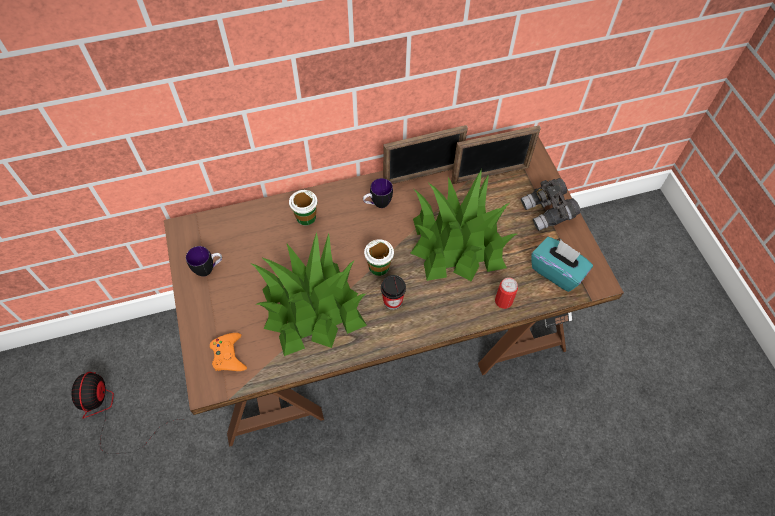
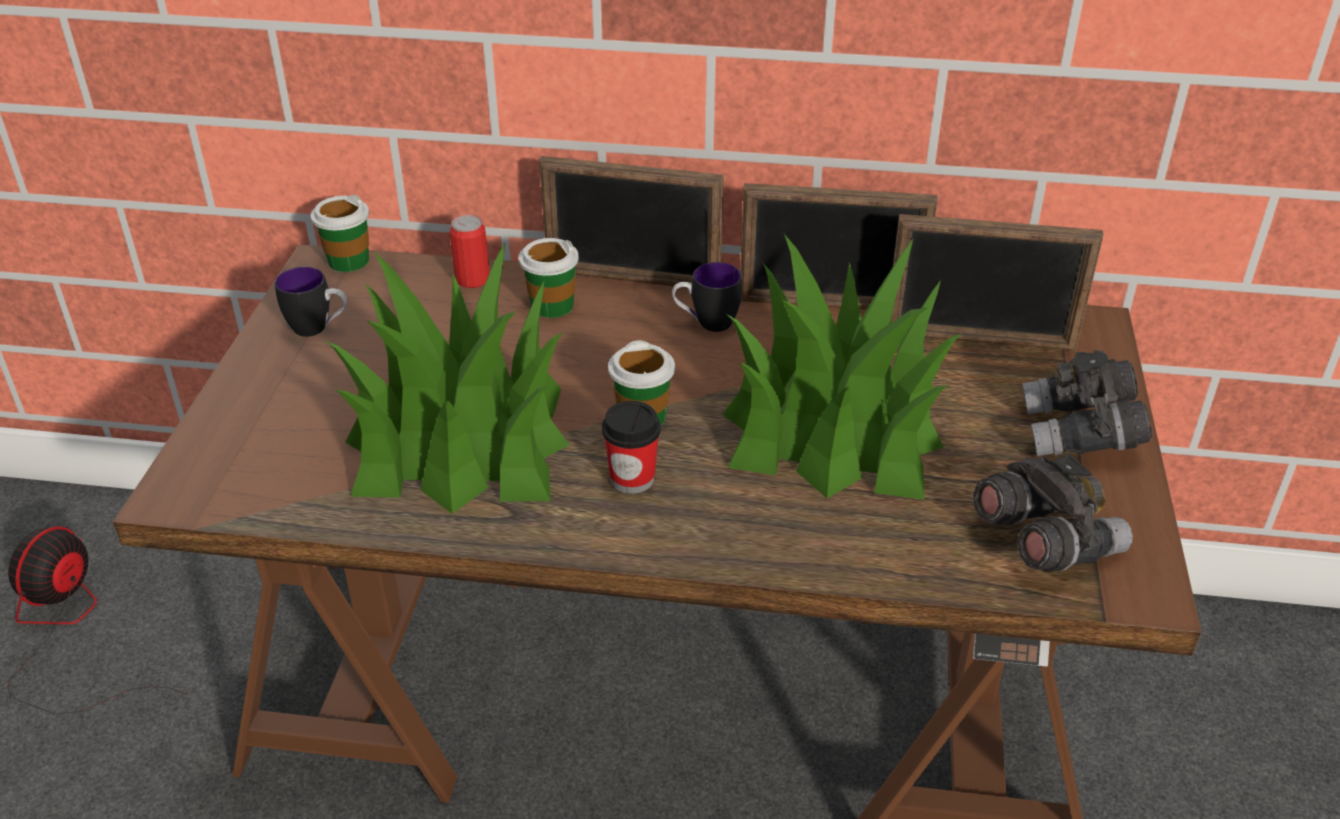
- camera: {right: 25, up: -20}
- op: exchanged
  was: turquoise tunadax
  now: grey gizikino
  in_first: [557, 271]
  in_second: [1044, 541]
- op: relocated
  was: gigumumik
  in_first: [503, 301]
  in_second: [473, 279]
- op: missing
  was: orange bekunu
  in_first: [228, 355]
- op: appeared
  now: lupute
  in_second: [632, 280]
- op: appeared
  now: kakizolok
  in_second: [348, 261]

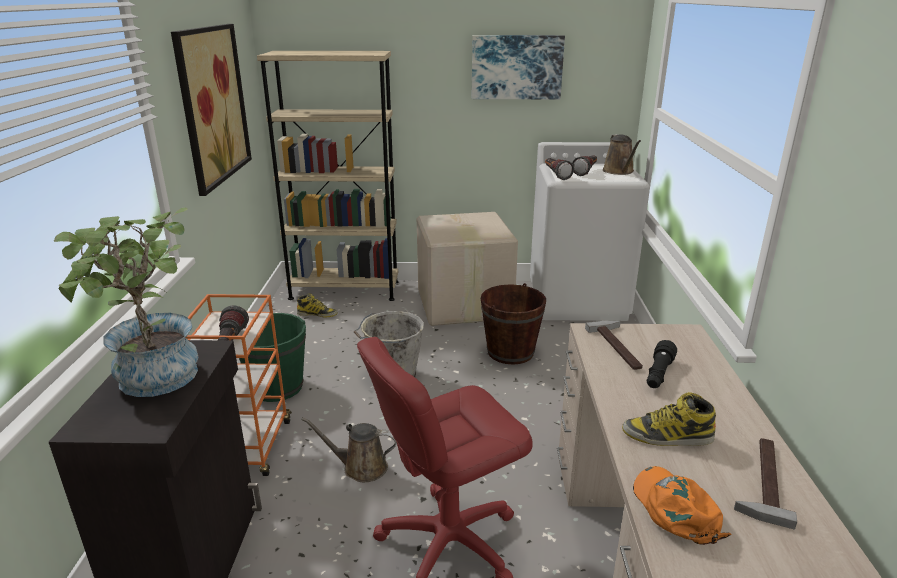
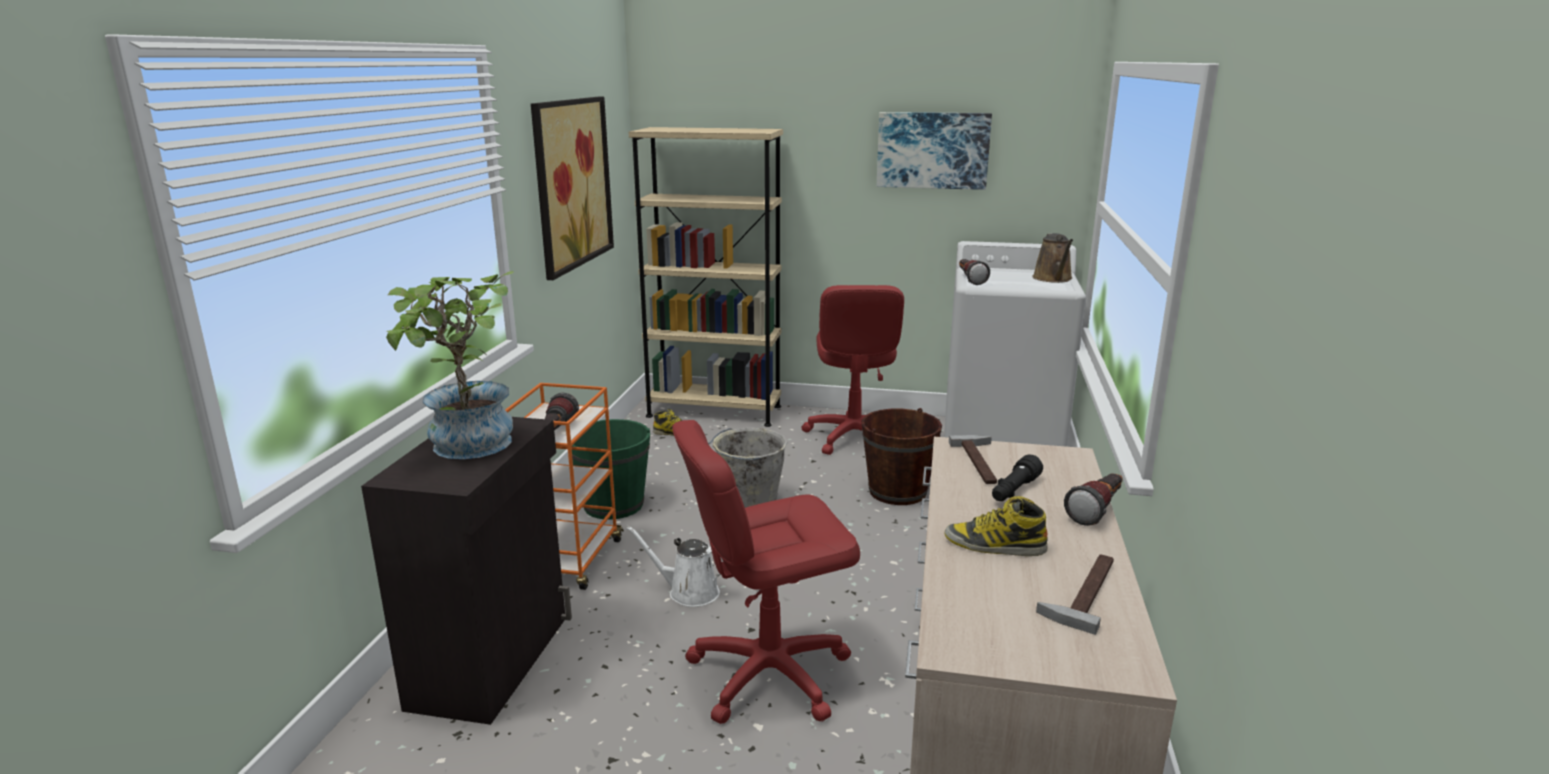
- camera: {right: 10, up: -5}
- op: relocated
  was: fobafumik
  in_first: [586, 172]
  in_second: [1097, 511]
- op: exchanged
  was: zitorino
  now: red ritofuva
  in_first: [462, 305]
  in_second: [853, 437]
- op: colour
  was: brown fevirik
  now: white fevirik
  in_first: [360, 467]
  in_second: [688, 592]
- op: missing
  was: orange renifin
  in_first: [675, 509]

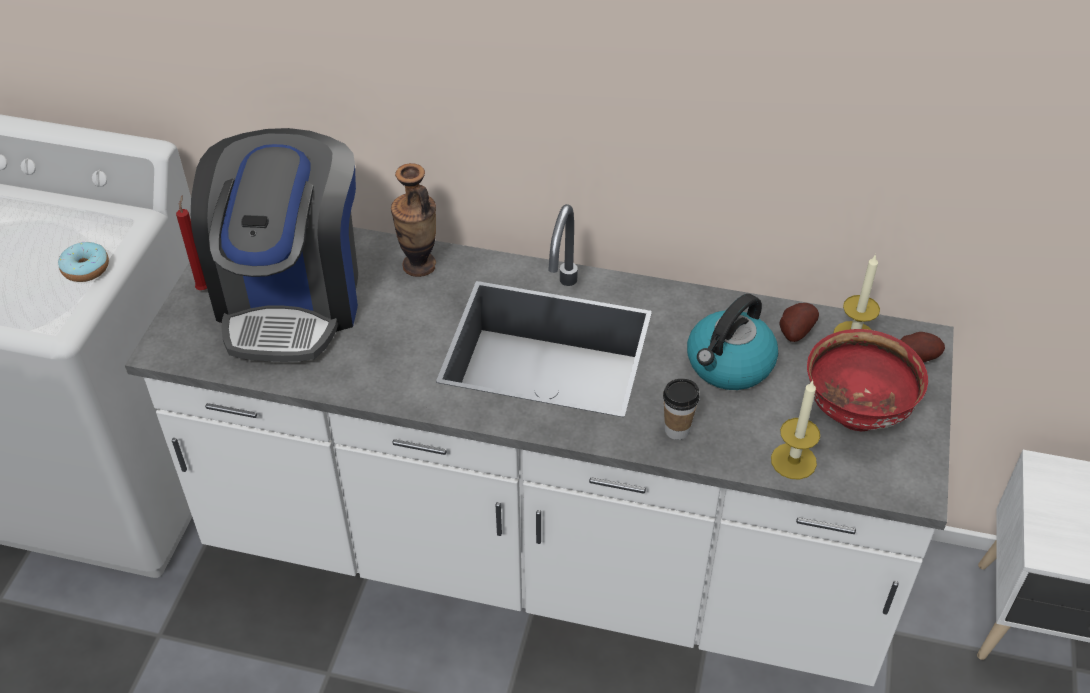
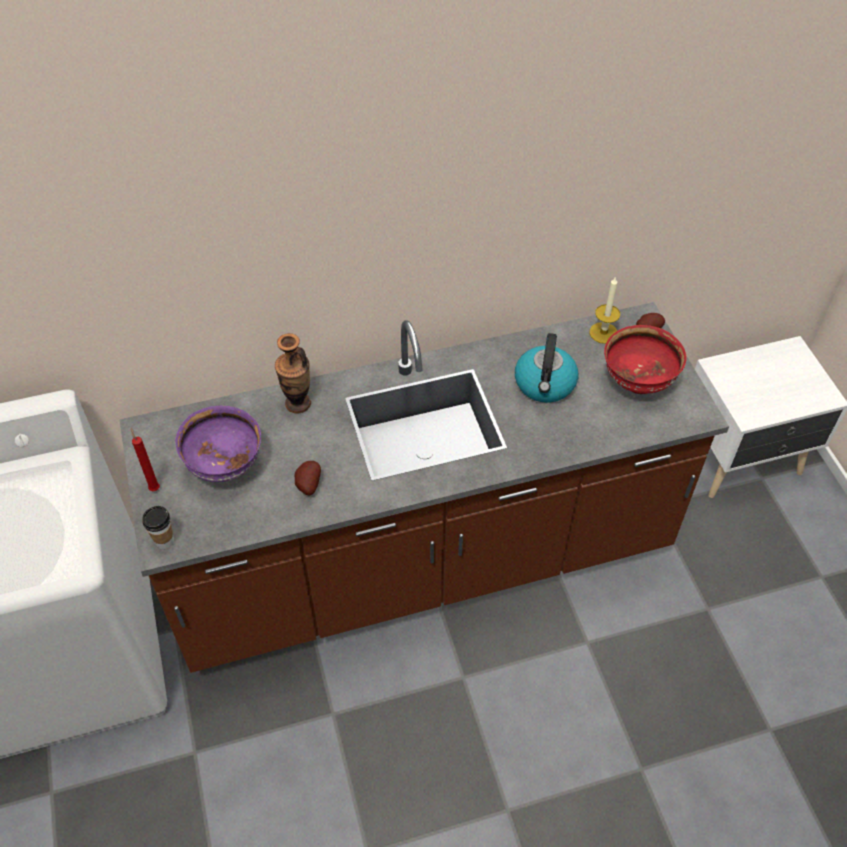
- camera: {right: -30, up: 5}
- op: exchanged
  was: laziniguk
  now: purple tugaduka
  in_first: [292, 297]
  in_second: [225, 466]
- op: colour
  was: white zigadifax
  now: brown zigadifax
  in_first: [545, 558]
  in_second: [423, 564]
- op: missing
  was: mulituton
  in_first: [86, 269]
- op: relocated
  was: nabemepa
  in_first: [794, 332]
  in_second: [307, 485]
- op: relocated
  was: kakizolok
  in_first: [677, 430]
  in_second: [164, 541]
- op: missing
  was: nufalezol
  in_first: [793, 461]

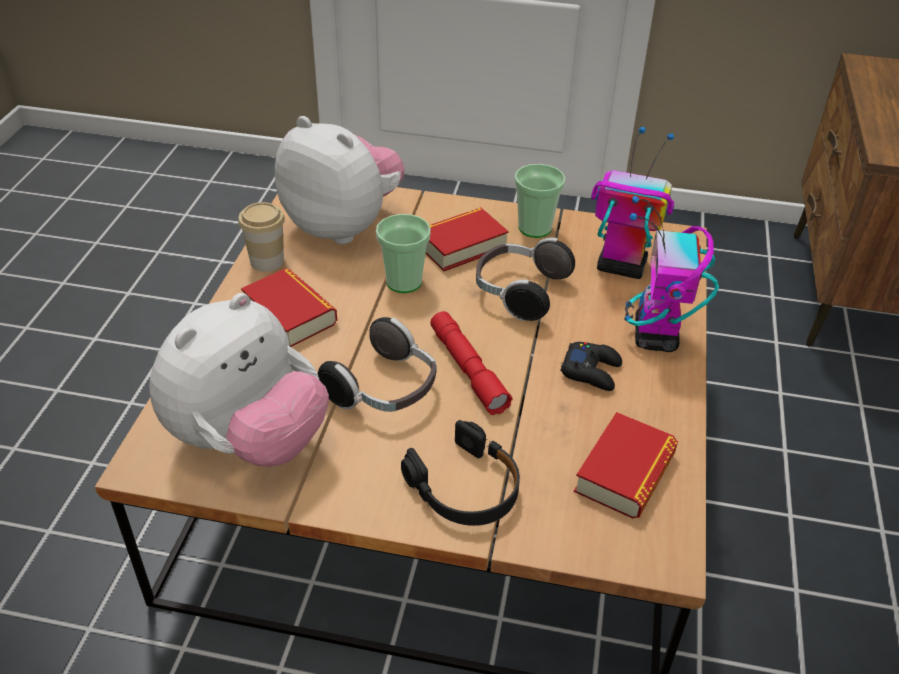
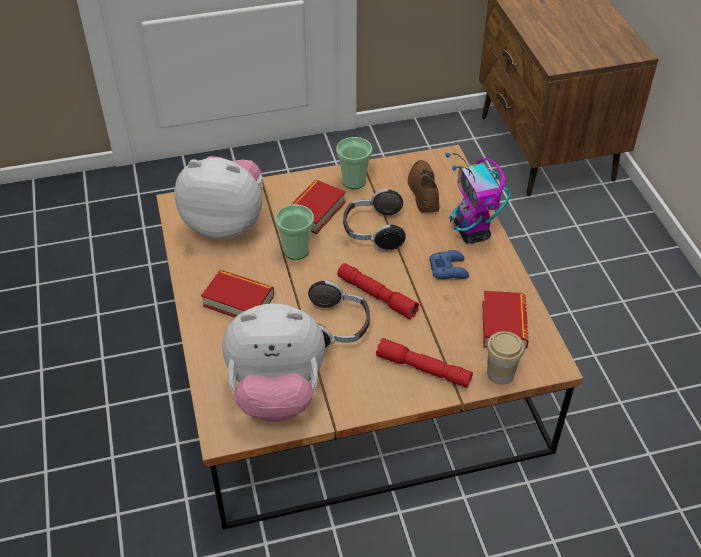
- camera: {right: -25, up: 5}
- op: exchanged
  was: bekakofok
  now: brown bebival
  in_first: [620, 267]
  in_second: [423, 191]
- op: relocated
  was: kakizolok
  in_first: [267, 261]
  in_second: [500, 373]
- op: spun
  was: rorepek
  in_first: [248, 440]
  in_second: [276, 393]
  clockwise: 75
- op: colour
  was: black bekunu
  now: blue bekunu
  in_first: [591, 371]
  in_second: [449, 269]
- op: exchanged
  was: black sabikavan
  now: red fobafumik
  in_first: [465, 487]
  in_second: [423, 369]

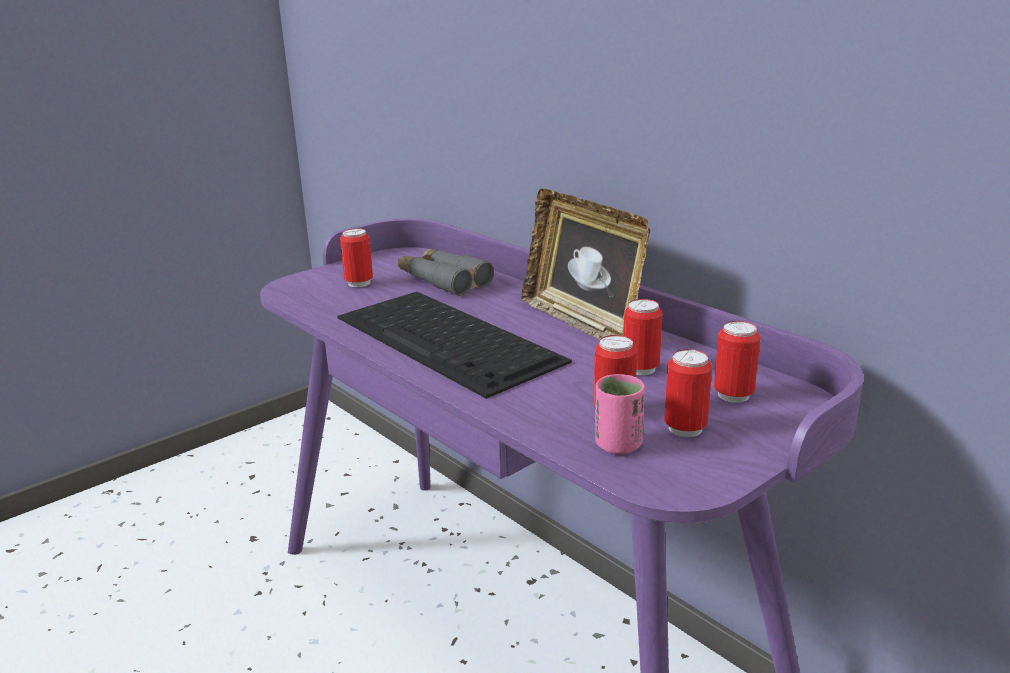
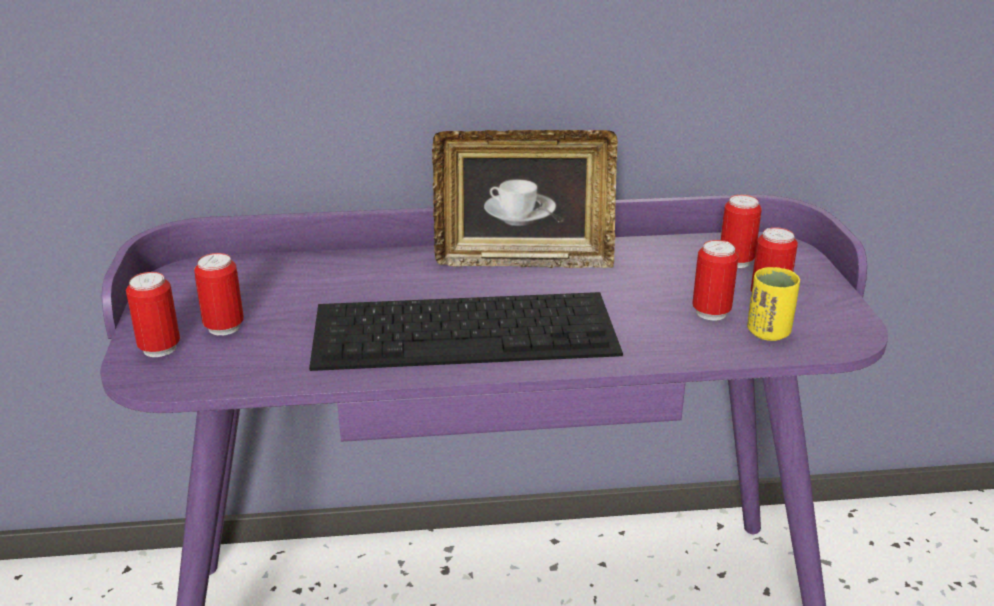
- camera: {right: -55, up: 5}
- op: missing
  was: grey gizikino
  in_first: [444, 281]
- op: relocated
  was: gigumumik
  in_first: [640, 369]
  in_second: [159, 348]
- op: colour
  was: pink kakizolok
  now: yellow kakizolok
  in_first: [618, 445]
  in_second: [768, 332]

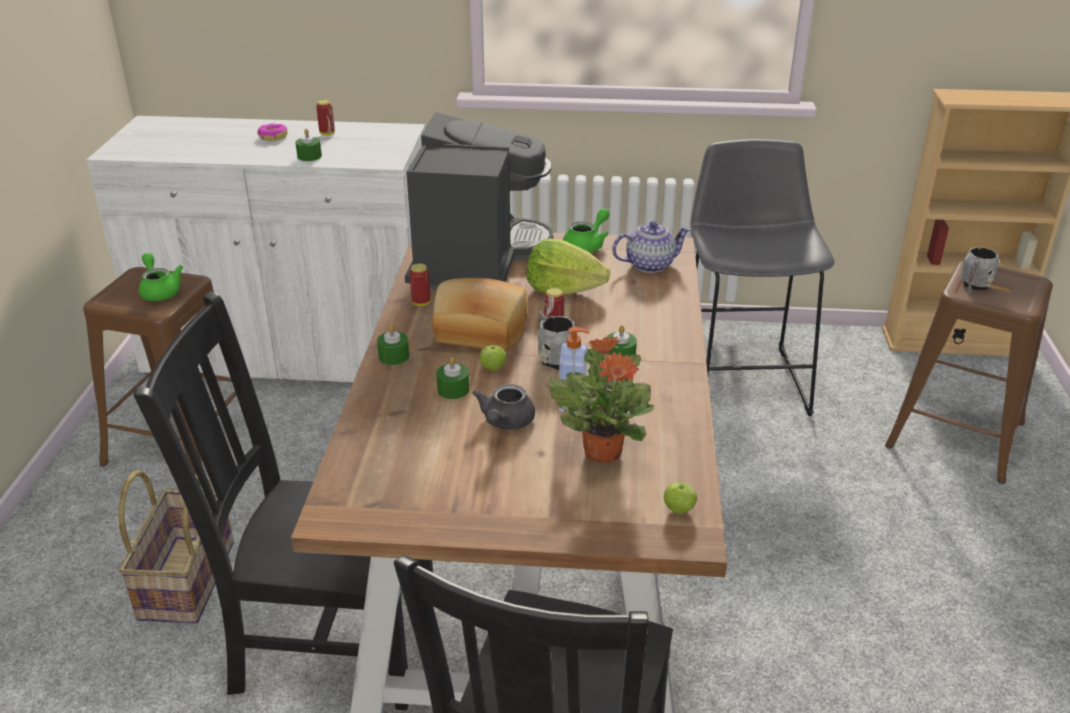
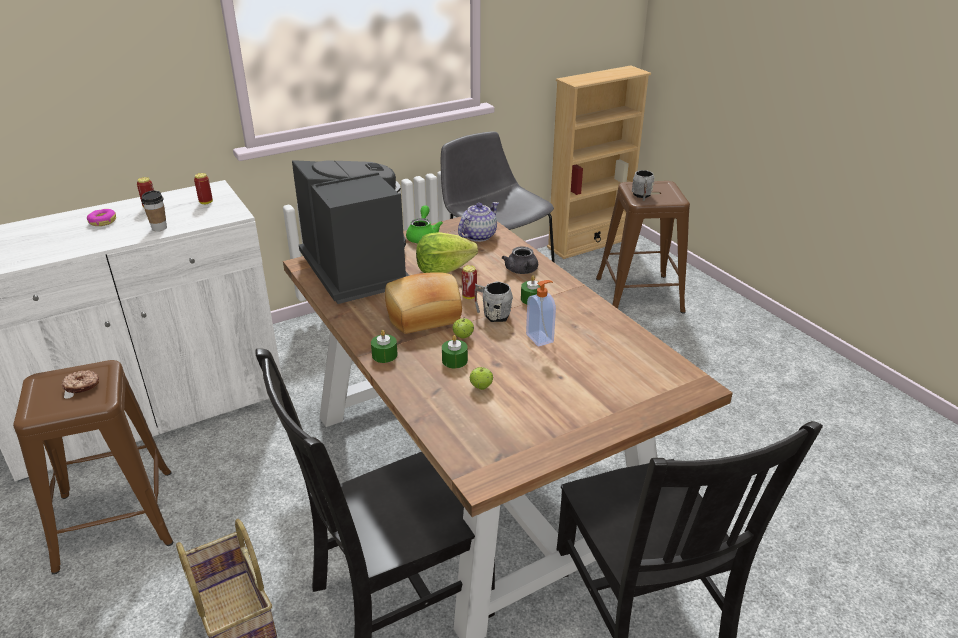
- camera: {right: -35, up: 0}
- op: exchanged
  was: green nufalezol
  now: kakizolok
  in_first: [309, 156]
  in_second: [159, 228]
- op: exchanged
  was: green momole
  now: mulituton
  in_first: [160, 291]
  in_second: [82, 386]
- op: relocated
  was: gigumumik
  in_first: [421, 303]
  in_second: [206, 202]
- op: missing
  was: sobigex
  in_first: [602, 451]
- op: relocated
  was: grey momole
  in_first: [505, 423]
  in_second: [522, 271]
- op: relocated
  was: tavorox
  in_first: [678, 510]
  in_second: [481, 387]

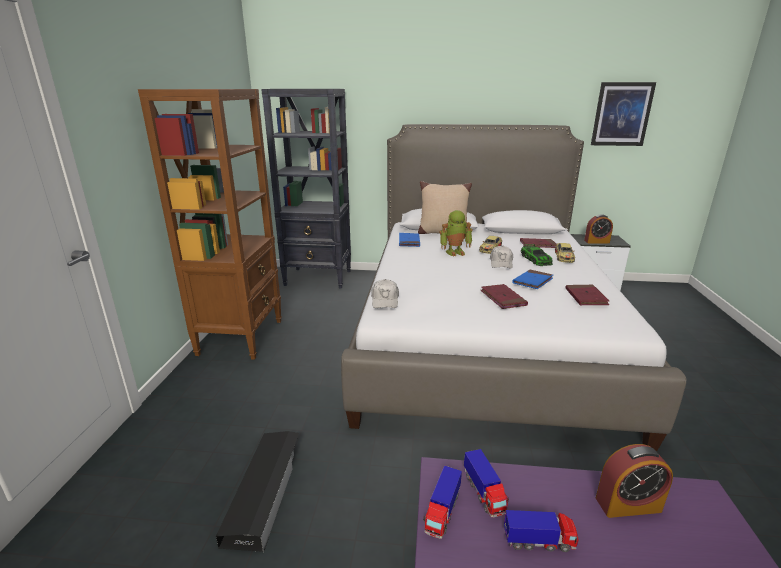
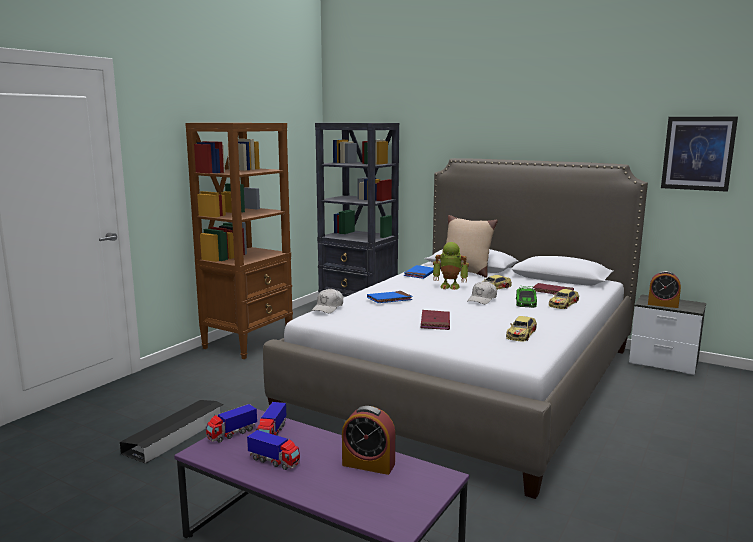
- camera: {right: 25, up: -10}
- op: relocated
  was: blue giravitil
  in_first: [532, 281]
  in_second: [389, 299]
- op: exchanged
  was: red giravitil
  now: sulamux
  in_first: [586, 297]
  in_second: [521, 334]

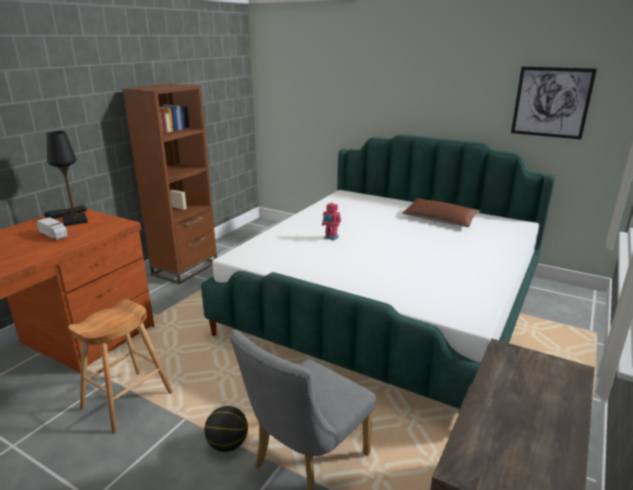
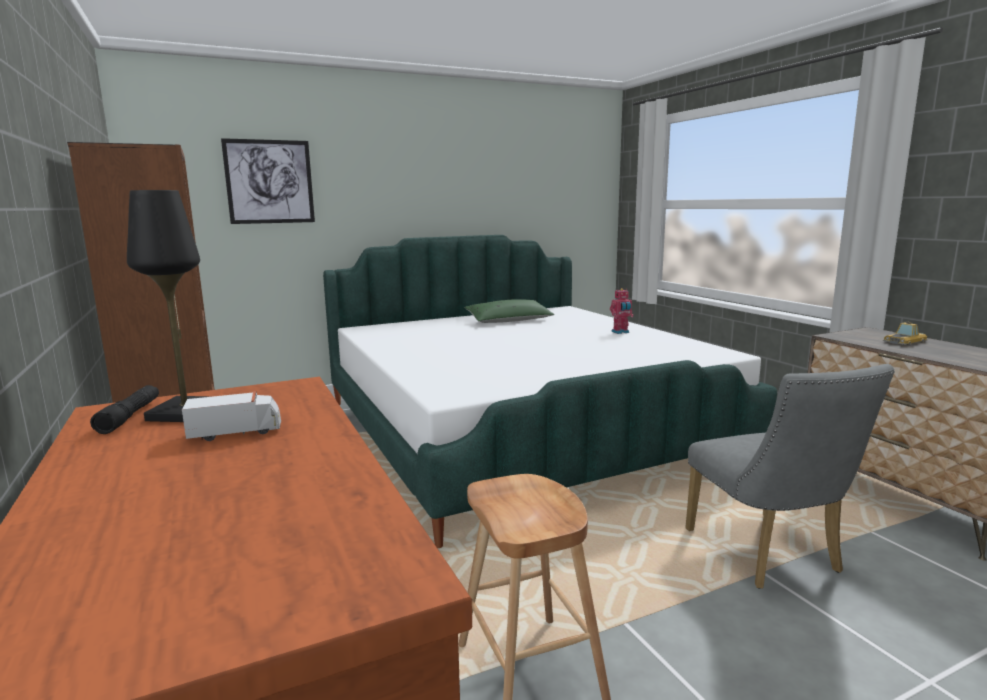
- camera: {right: -55, up: -10}
- op: relocated
  was: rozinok
  in_first: [551, 102]
  in_second: [269, 182]
- op: colour
  was: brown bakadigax
  now: green bakadigax
  in_first: [439, 220]
  in_second: [509, 320]
- op: relocated
  was: bekakofok
  in_first: [331, 238]
  in_second: [620, 332]
- op: missing
  was: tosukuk
  in_first: [227, 444]
- op: appeared
  now: sulamux
  in_second: [905, 342]

